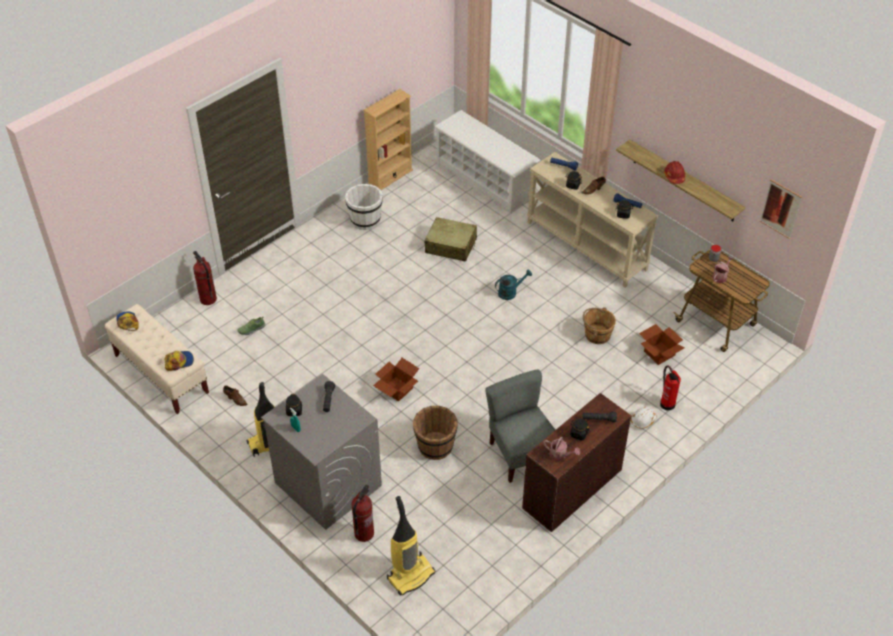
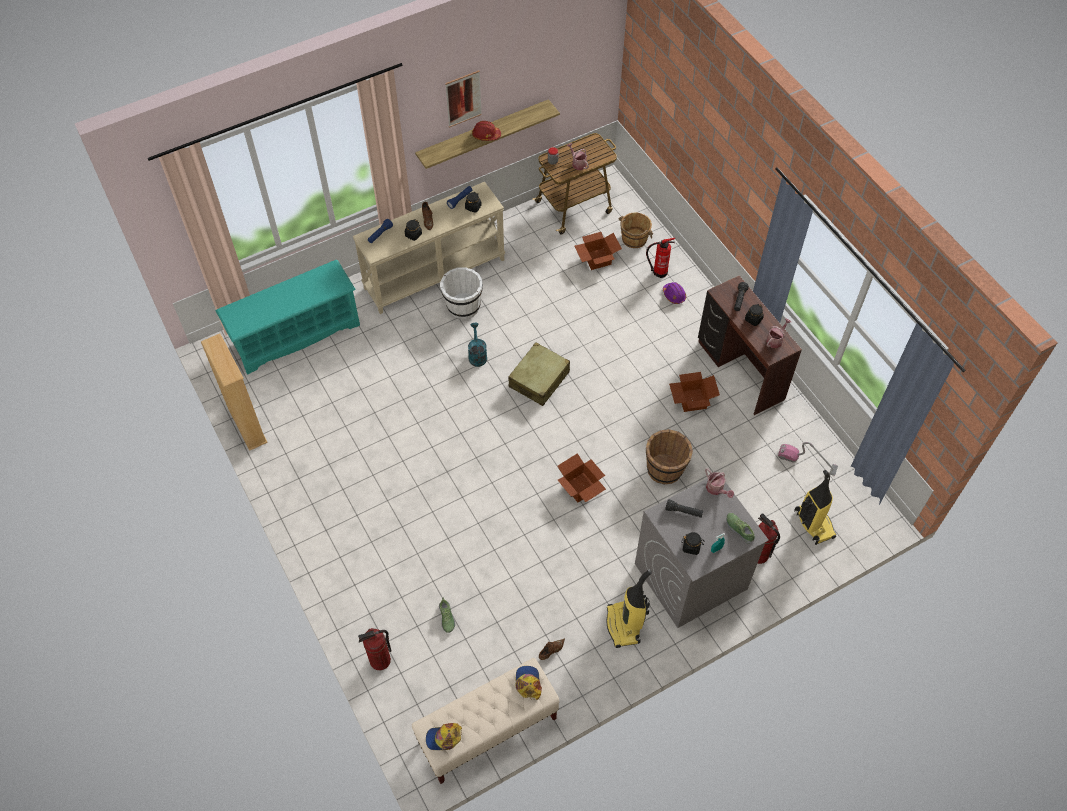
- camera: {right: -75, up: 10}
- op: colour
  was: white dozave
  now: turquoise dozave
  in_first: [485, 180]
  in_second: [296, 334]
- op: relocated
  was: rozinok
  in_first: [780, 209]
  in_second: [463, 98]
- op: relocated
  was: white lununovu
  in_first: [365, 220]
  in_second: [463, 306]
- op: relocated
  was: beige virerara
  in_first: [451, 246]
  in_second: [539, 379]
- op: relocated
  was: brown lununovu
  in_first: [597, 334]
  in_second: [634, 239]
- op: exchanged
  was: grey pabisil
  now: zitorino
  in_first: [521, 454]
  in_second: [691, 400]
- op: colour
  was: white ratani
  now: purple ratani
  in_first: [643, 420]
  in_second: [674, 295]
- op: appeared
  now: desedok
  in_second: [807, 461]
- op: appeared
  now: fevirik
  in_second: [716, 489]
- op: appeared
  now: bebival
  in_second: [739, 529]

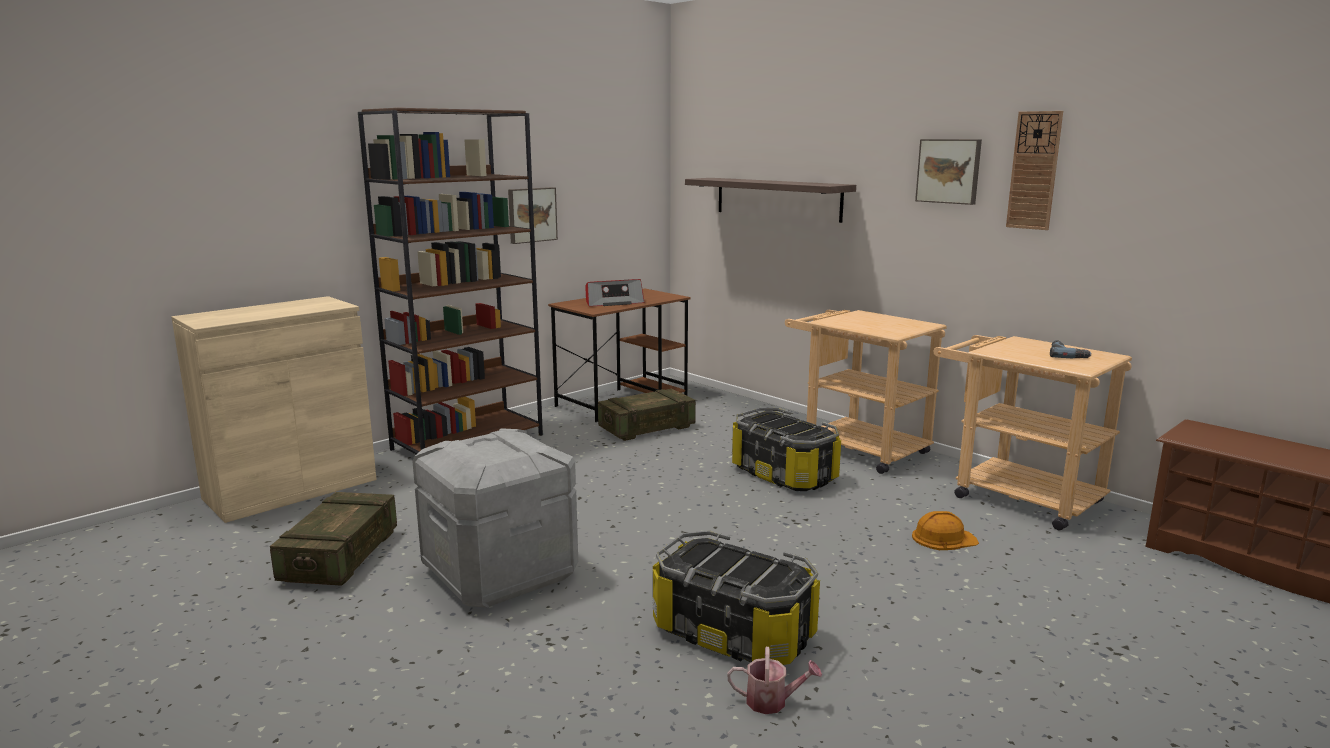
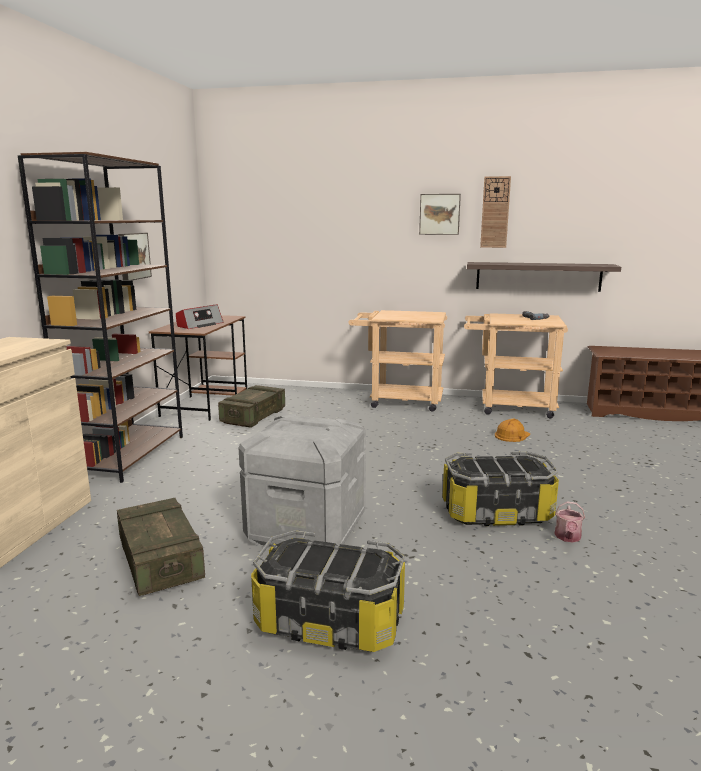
- camera: {right: -35, up: 0}
- op: relocated
  was: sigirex
  in_first: [777, 199]
  in_second: [538, 276]
- op: relocated
  was: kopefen
  in_first: [784, 474]
  in_second: [330, 621]
- op: spun
  was: fevirik
  in_first: [772, 701]
  in_second: [568, 538]
  clockwise: 135

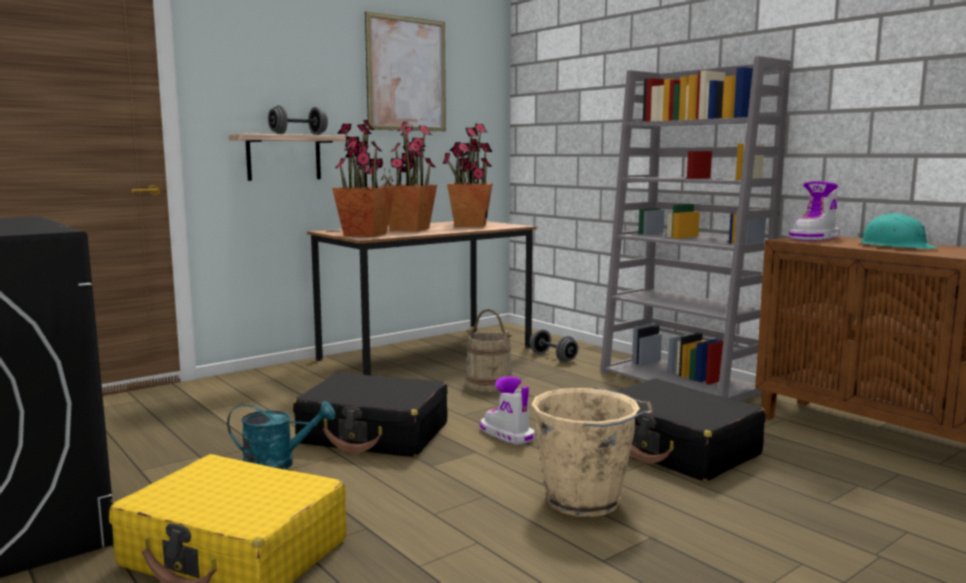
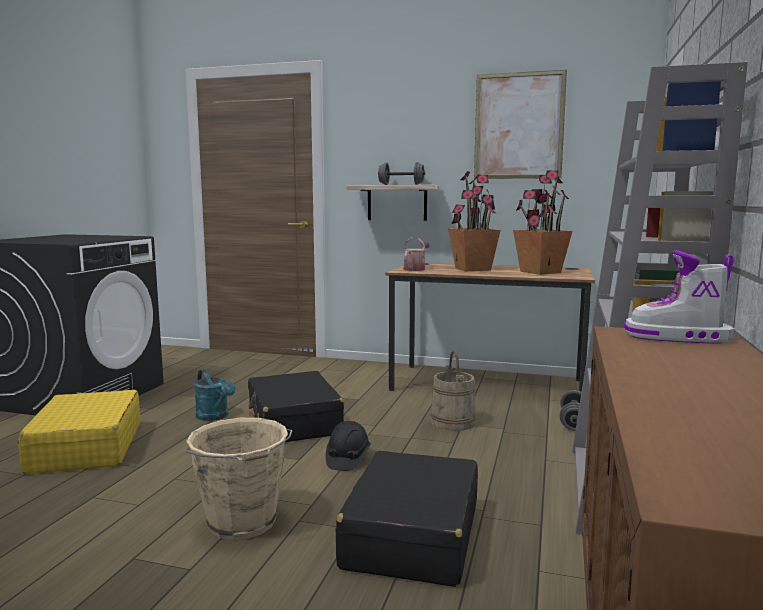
- camera: {right: 55, up: 0}
- op: exchanged
  was: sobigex
  now: fevirik
  in_first: [365, 235]
  in_second: [415, 269]
- op: missing
  was: turquoise ratani
  in_first: [896, 246]
- op: exchanged
  was: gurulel
  now: black ratani
  in_first: [506, 435]
  in_second: [347, 459]

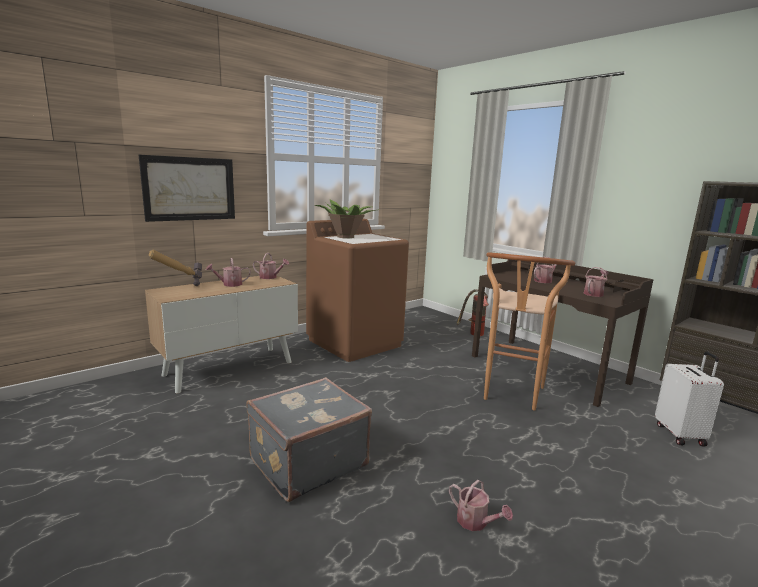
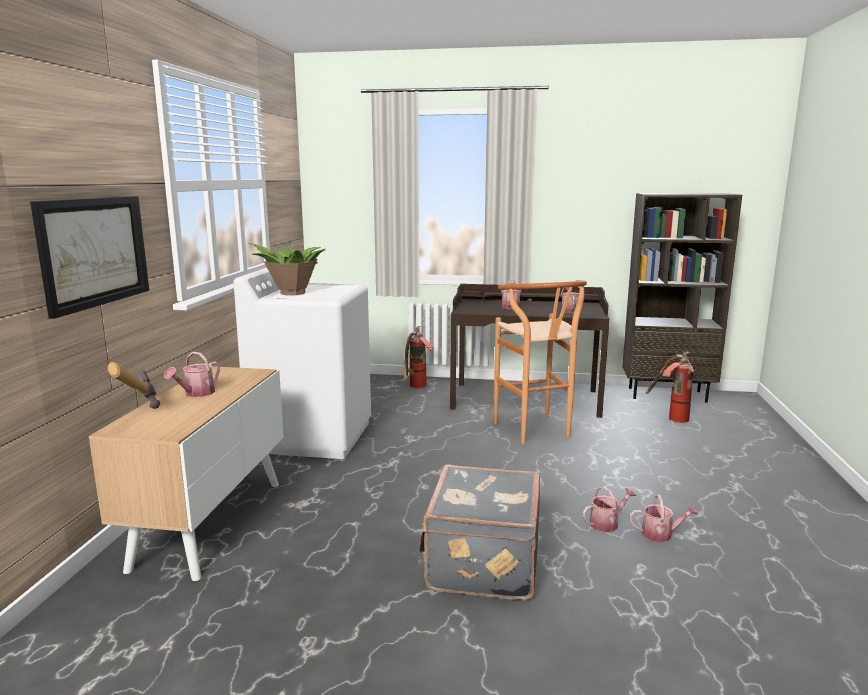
- camera: {right: -40, up: 0}
- op: colour
  was: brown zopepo
  now: white zopepo
  in_first: [355, 342]
  in_second: [312, 436]
- op: relocated
  was: fevirik
  in_first: [270, 277]
  in_second: [607, 523]
- op: exchanged
  was: white virerara
  now: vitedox
  in_first: [680, 435]
  in_second: [670, 417]

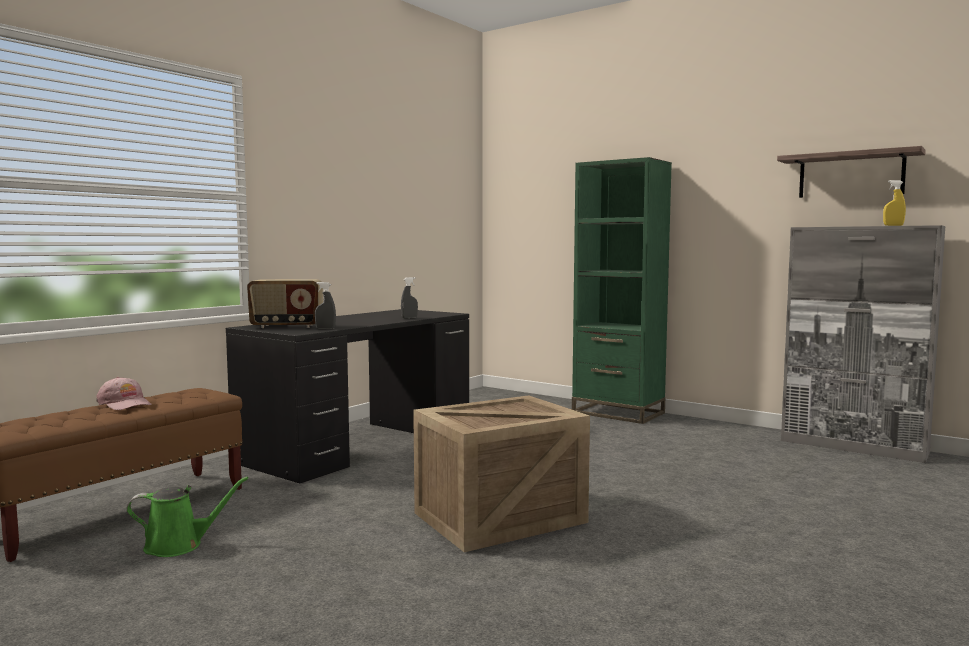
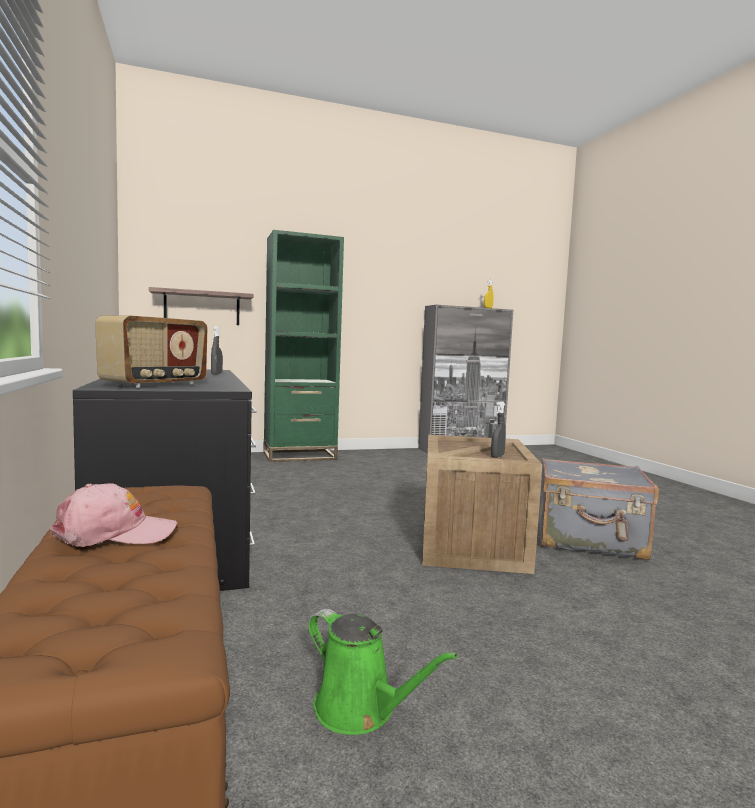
- camera: {right: -55, up: 0}
- op: relocated
  was: sigirex
  in_first: [850, 175]
  in_second: [202, 308]
- op: relocated
  was: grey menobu
  in_first: [325, 329]
  in_second: [497, 456]
- op: spun
  was: green fevirik
  in_first: [179, 545]
  in_second: [360, 710]
  clockwise: 105
- op: appeared
  now: grey virerara
  in_second: [589, 540]

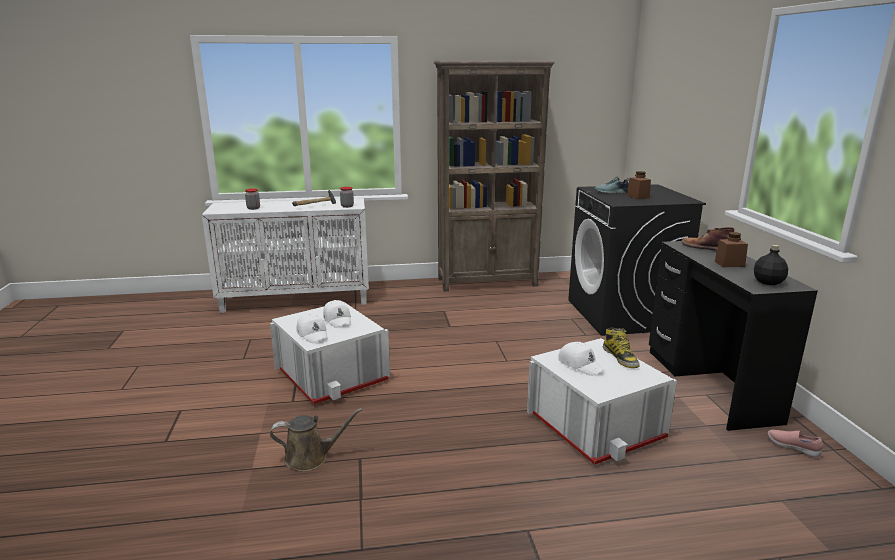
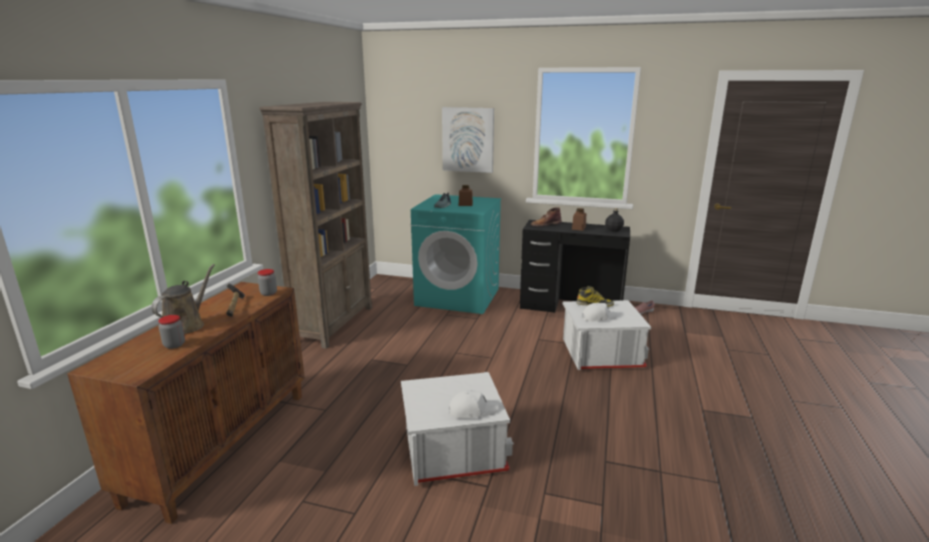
- camera: {right: -65, up: 0}
- op: colour
  was: black zopepo
  now: turquoise zopepo
  in_first: [623, 314]
  in_second: [458, 297]
- op: colour
  was: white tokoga
  now: brown tokoga
  in_first: [297, 300]
  in_second: [222, 443]
- op: missing
  was: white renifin
  in_first: [337, 319]
- op: relocated
  was: brown fevirik
  in_first: [310, 458]
  in_second: [186, 325]
- op: appeared
  now: rozinok
  in_second: [468, 139]

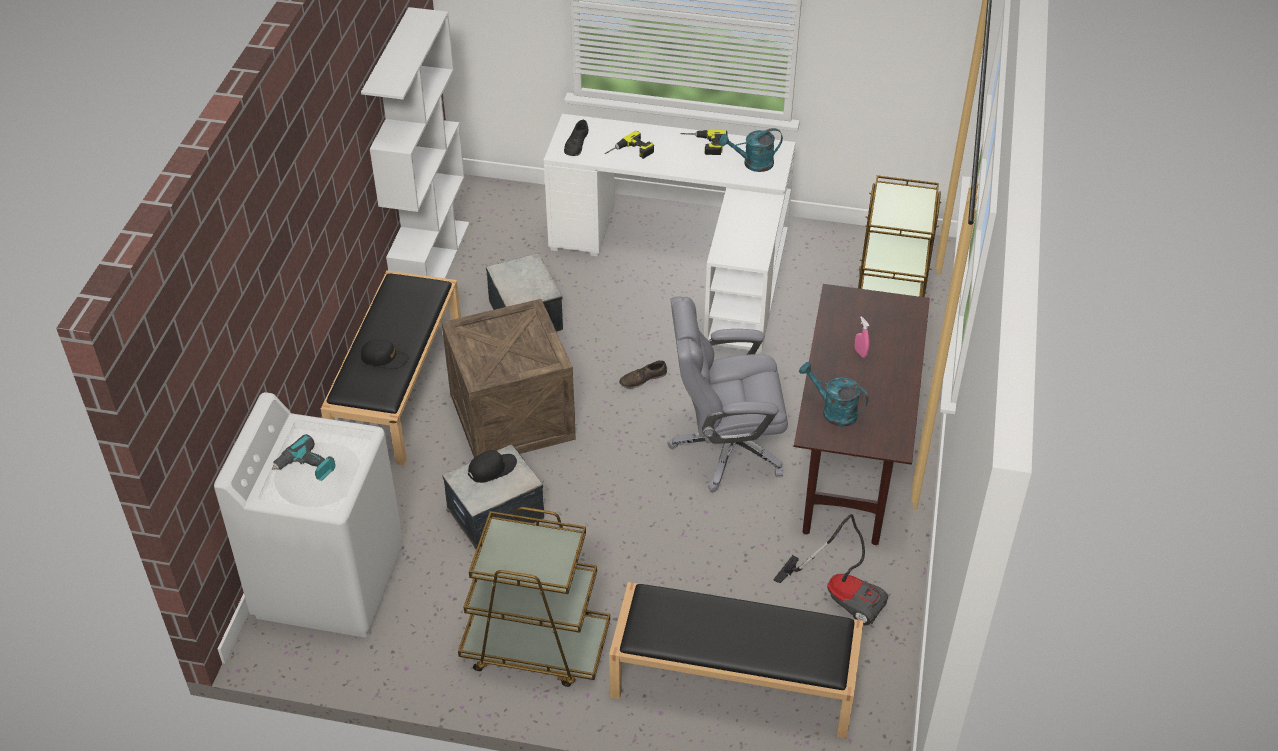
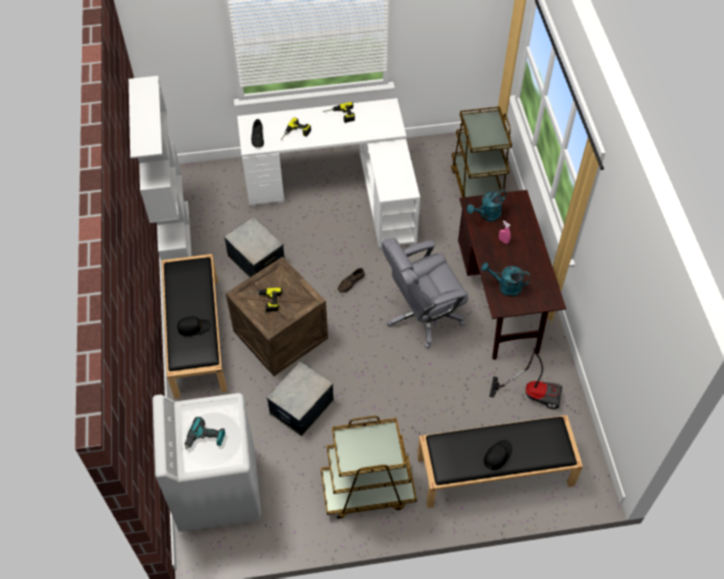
- camera: {right: -20, up: 10}
- op: relocated
  was: turquoise fevirik
  in_first: [752, 164]
  in_second: [487, 215]
- op: relocated
  was: black renifin
  in_first: [492, 469]
  in_second: [497, 455]
- op: appeared
  now: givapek
  in_second: [264, 301]

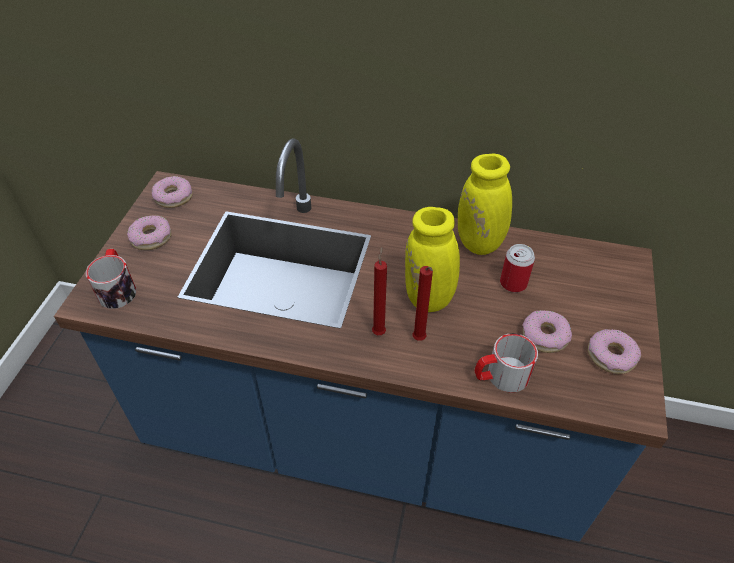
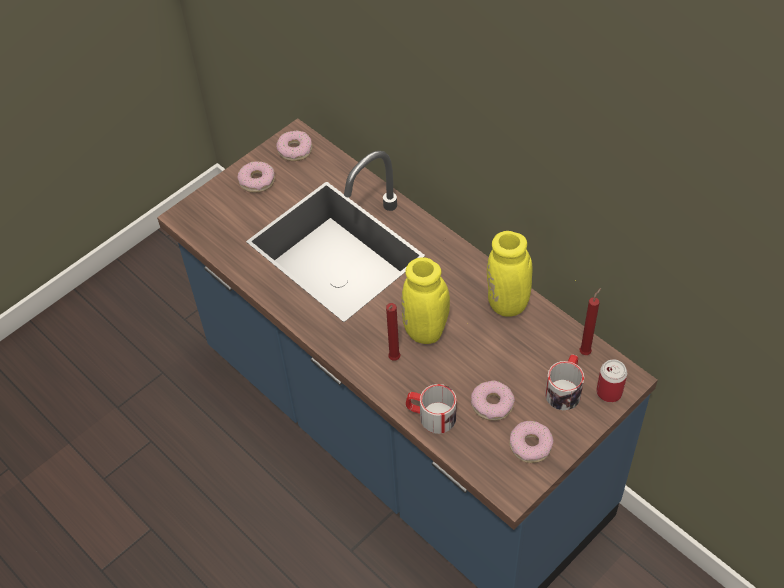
- camera: {right: 35, up: 5}
- op: relocated
  was: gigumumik
  in_first: [513, 283]
  in_second: [609, 392]
- op: relocated
  was: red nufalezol
  in_first: [379, 331]
  in_second: [586, 351]
- op: relocated
  was: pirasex
  in_first: [117, 288]
  in_second: [565, 389]

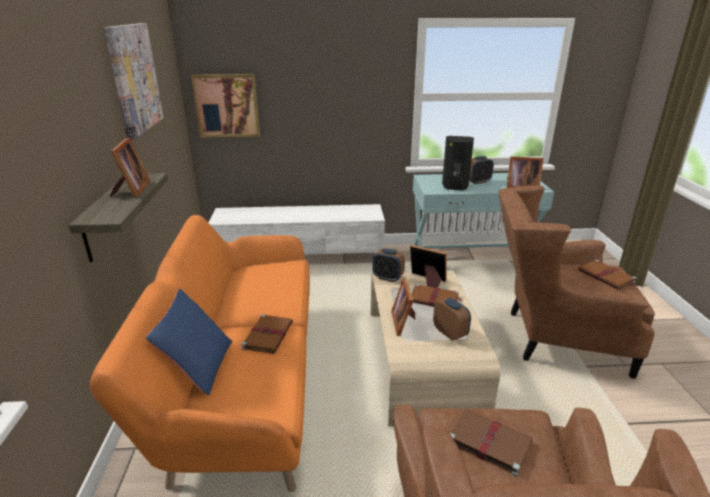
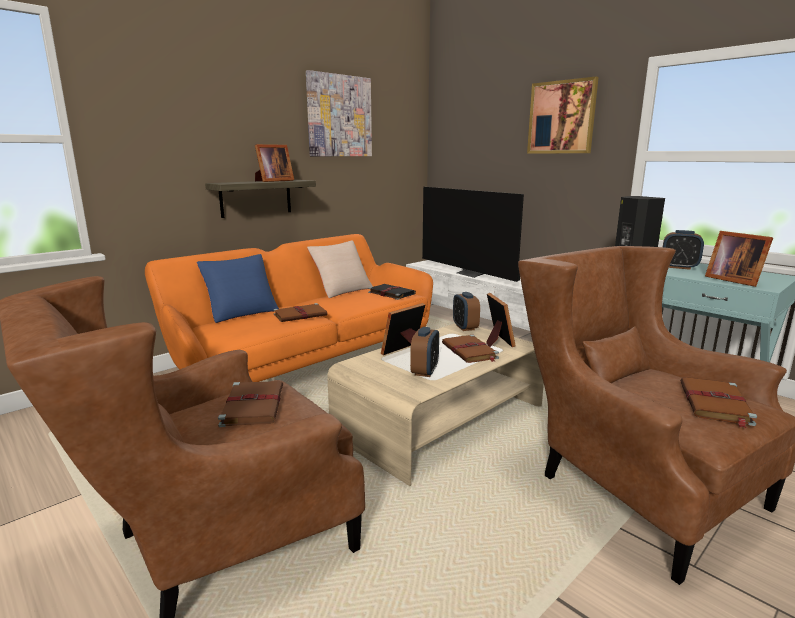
- camera: {right: 50, up: -10}
- op: relocated
  was: rozinok
  in_first: [227, 106]
  in_second: [561, 117]
- op: appeared
  now: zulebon
  in_second: [471, 274]
- op: appeared
  now: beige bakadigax
  in_second: [342, 290]
- op: appeared
  now: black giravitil
  in_second: [390, 293]

